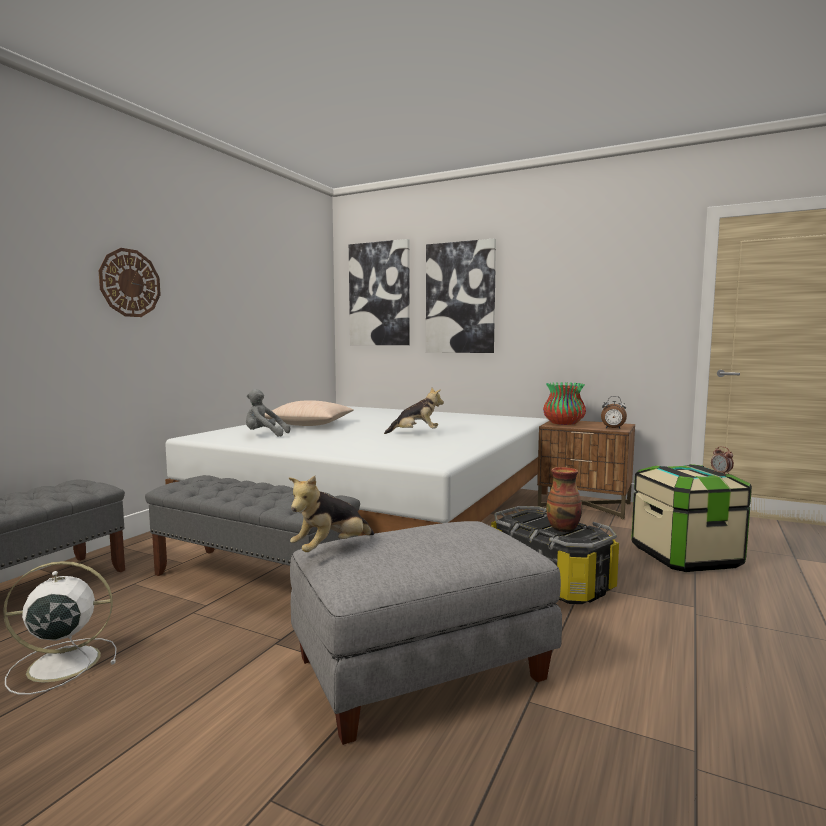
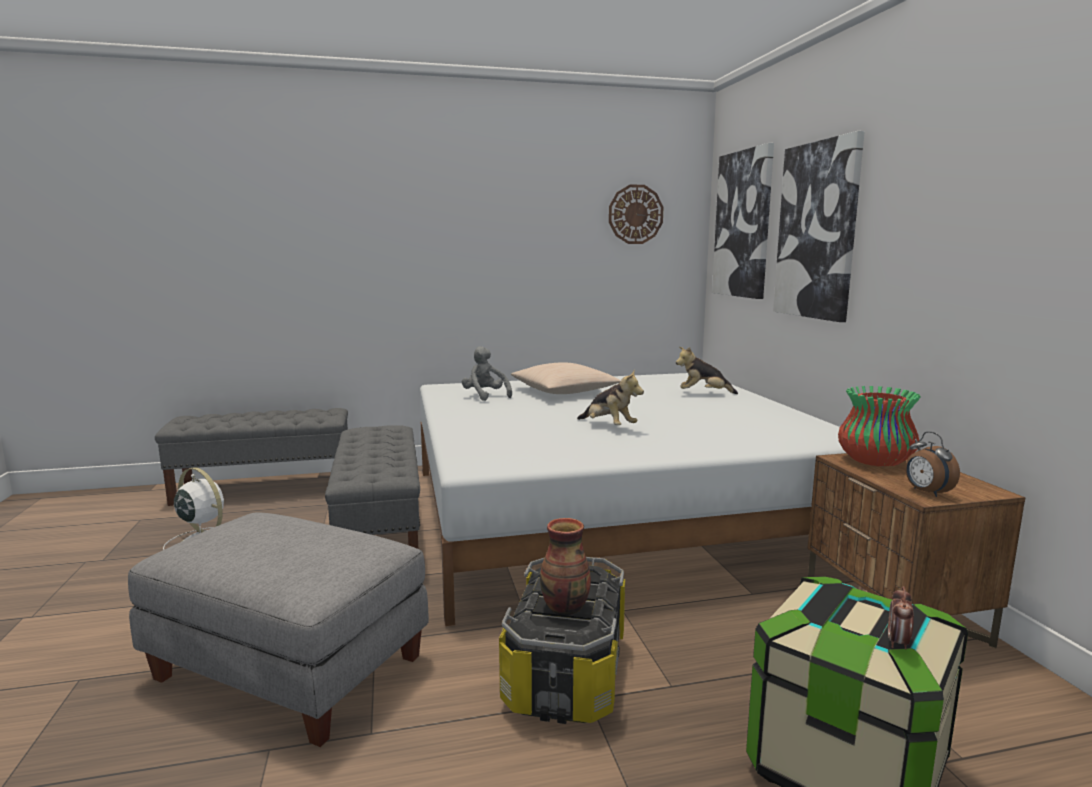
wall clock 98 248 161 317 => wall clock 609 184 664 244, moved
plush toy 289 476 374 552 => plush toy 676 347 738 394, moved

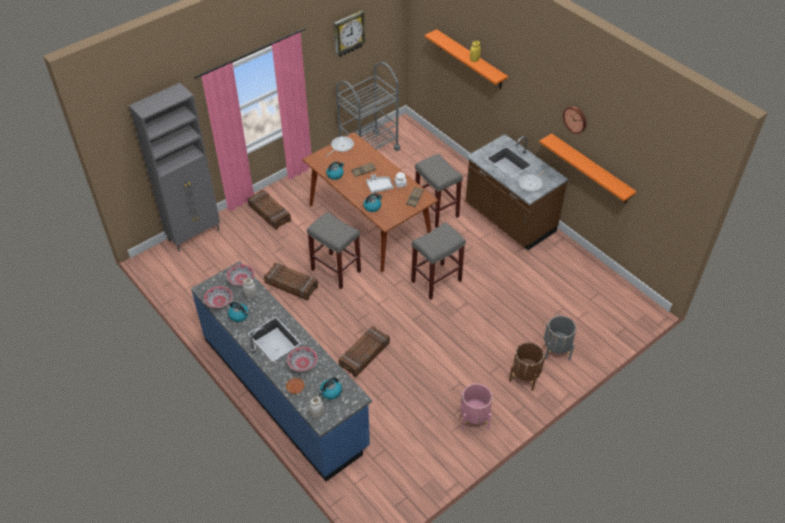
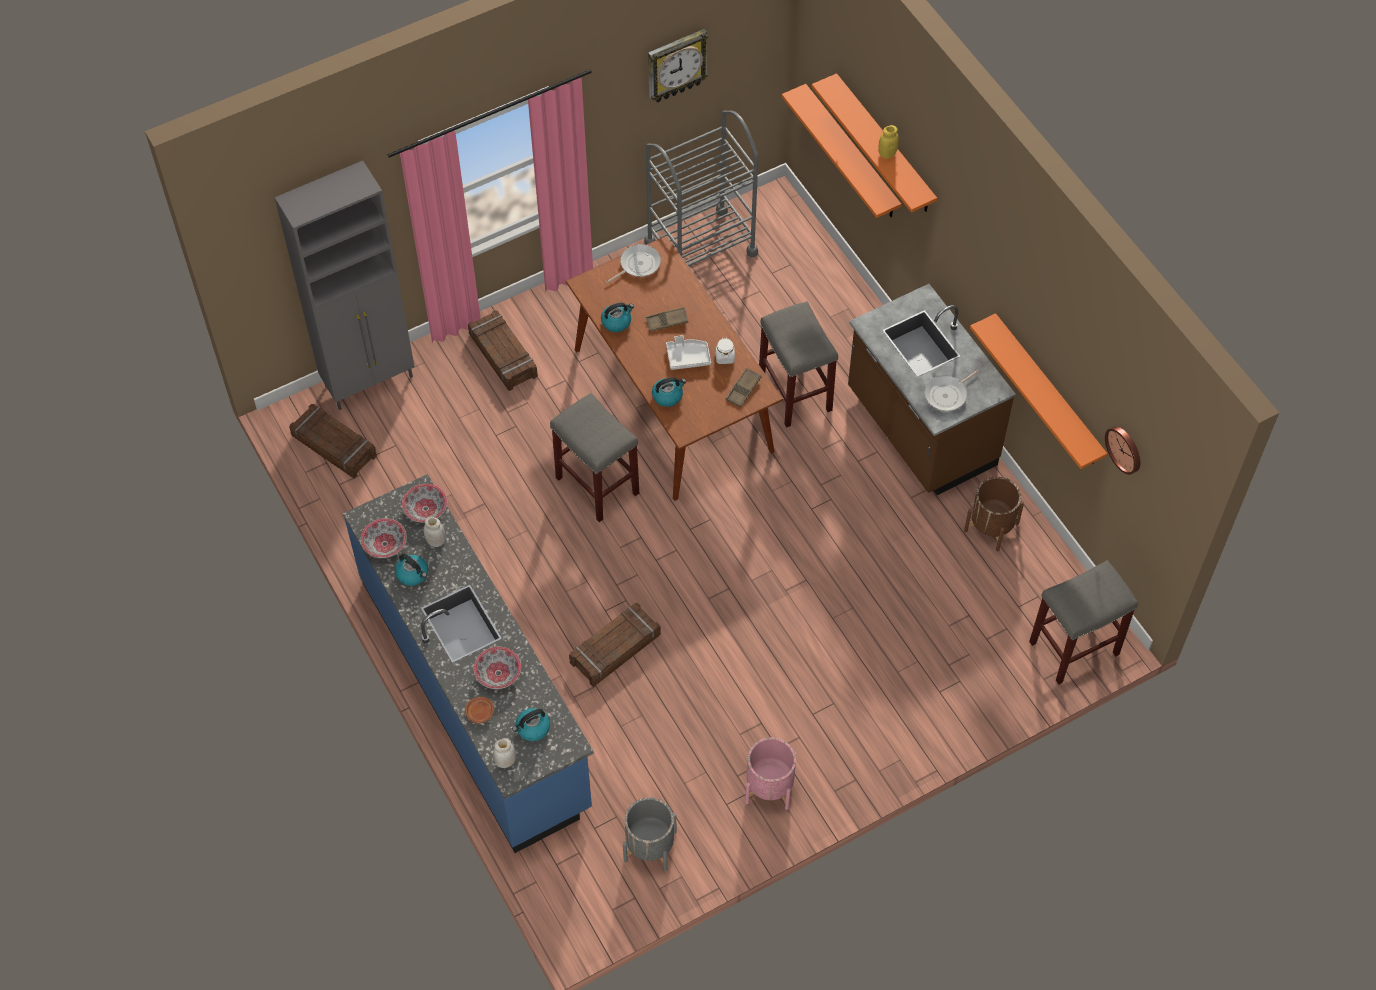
crate 264 263 318 301 => crate 289 404 377 478, moved
grey stool 411 222 466 300 => grey stool 1029 560 1138 684, moved
brown planter 509 342 545 391 => brown planter 964 477 1024 551, moved
grey planter 543 315 576 360 => grey planter 623 797 676 871, moved
wall clock 563 106 586 134 => wall clock 1105 426 1140 475, moved
nothing => orange shelf 782 84 902 218

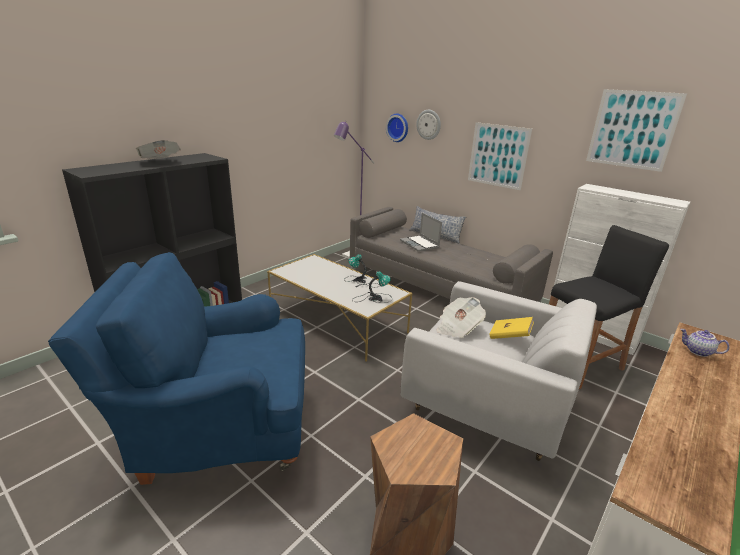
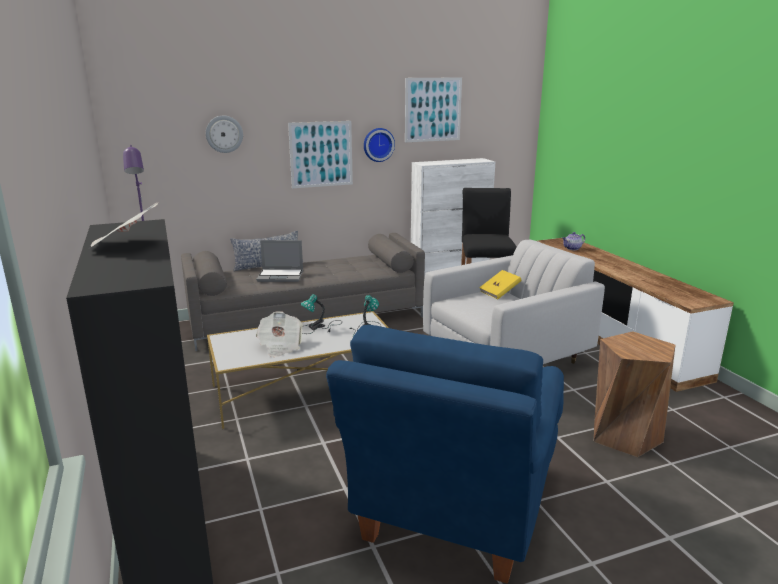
wall clock 386 113 408 142 => wall clock 364 128 395 162, moved
newspaper 437 297 486 338 => newspaper 256 311 303 357, moved

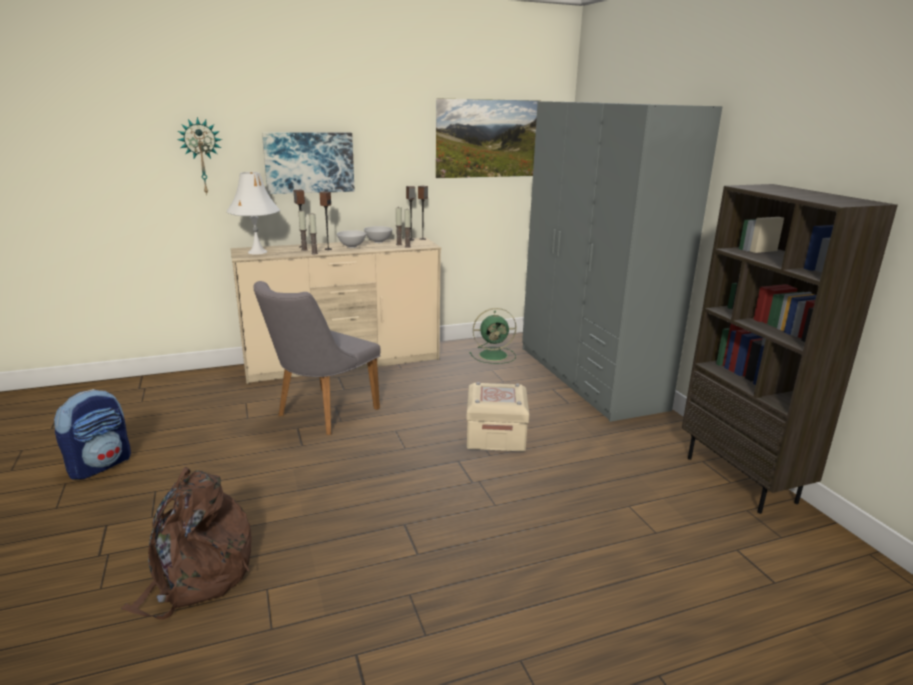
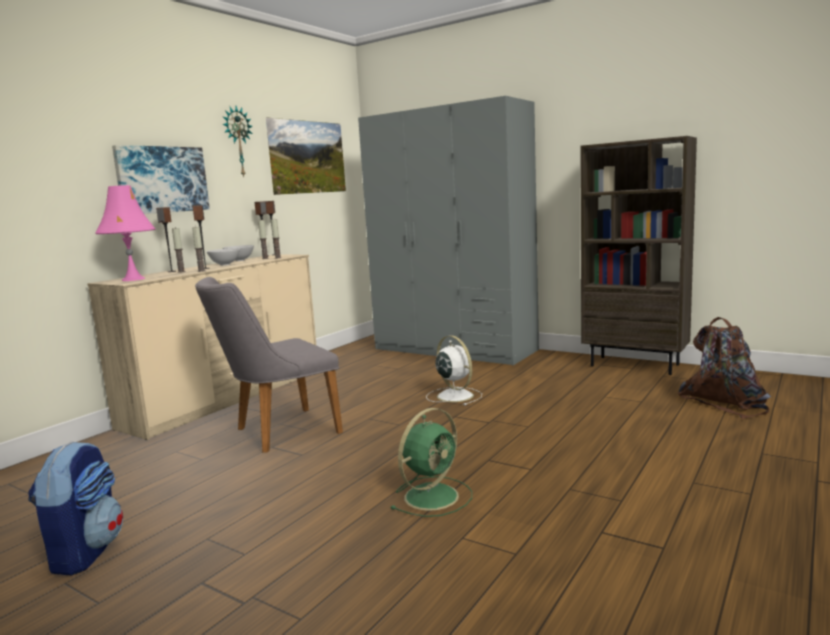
brown backpack 121 467 252 620 => brown backpack 678 317 771 419, moved
wall clock 178 117 222 195 => wall clock 222 106 253 177, moved
white table lamp 226 172 280 255 => pink table lamp 95 185 155 281
grey chair 253 281 381 435 => grey chair 195 277 343 453, 60 degrees clockwise
beige storage box 466 382 529 452 => white fan 426 335 482 405
green fan 469 308 516 364 => green fan 391 408 472 517, moved

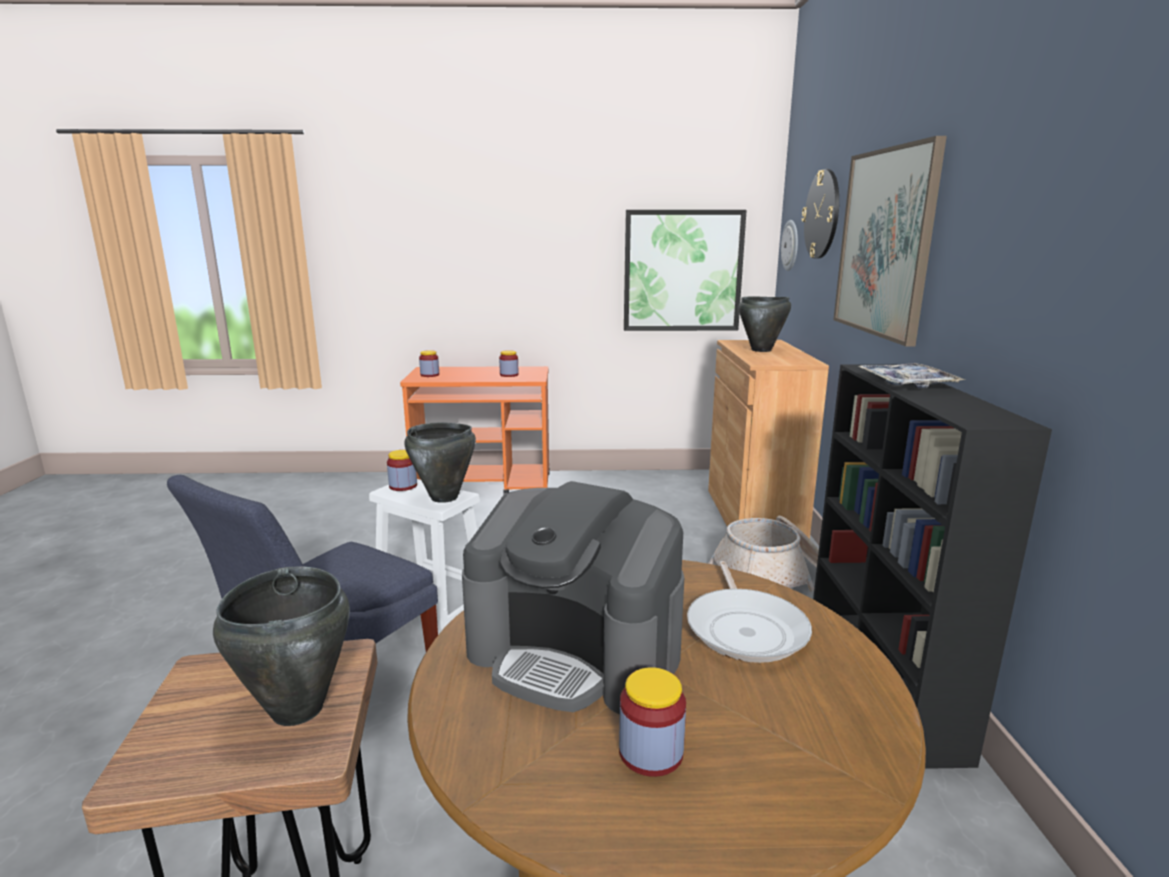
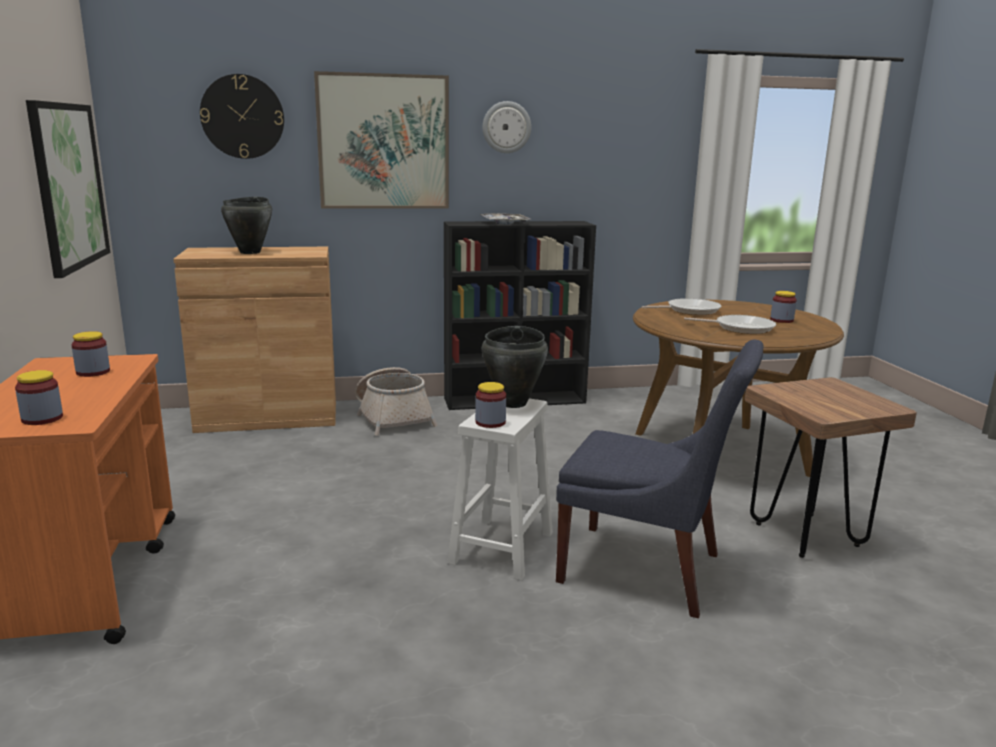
black cooking pot 213 566 350 726 => nothing
coffee machine 462 481 684 714 => frying pan 684 315 776 334
wall clock 781 220 798 271 => wall clock 483 101 531 153, moved

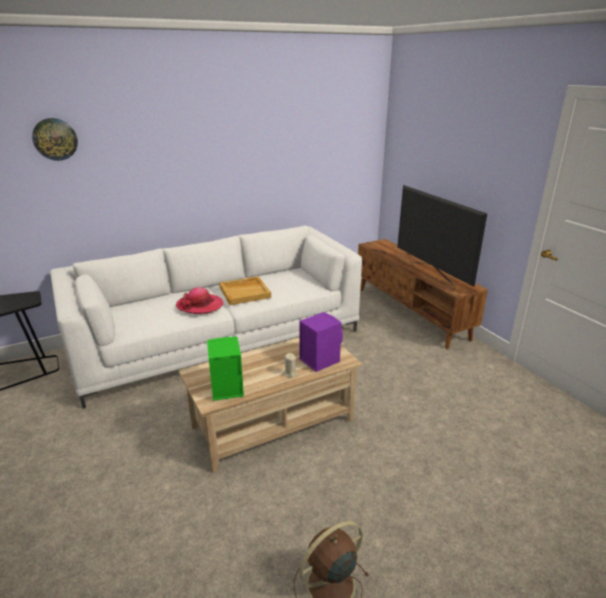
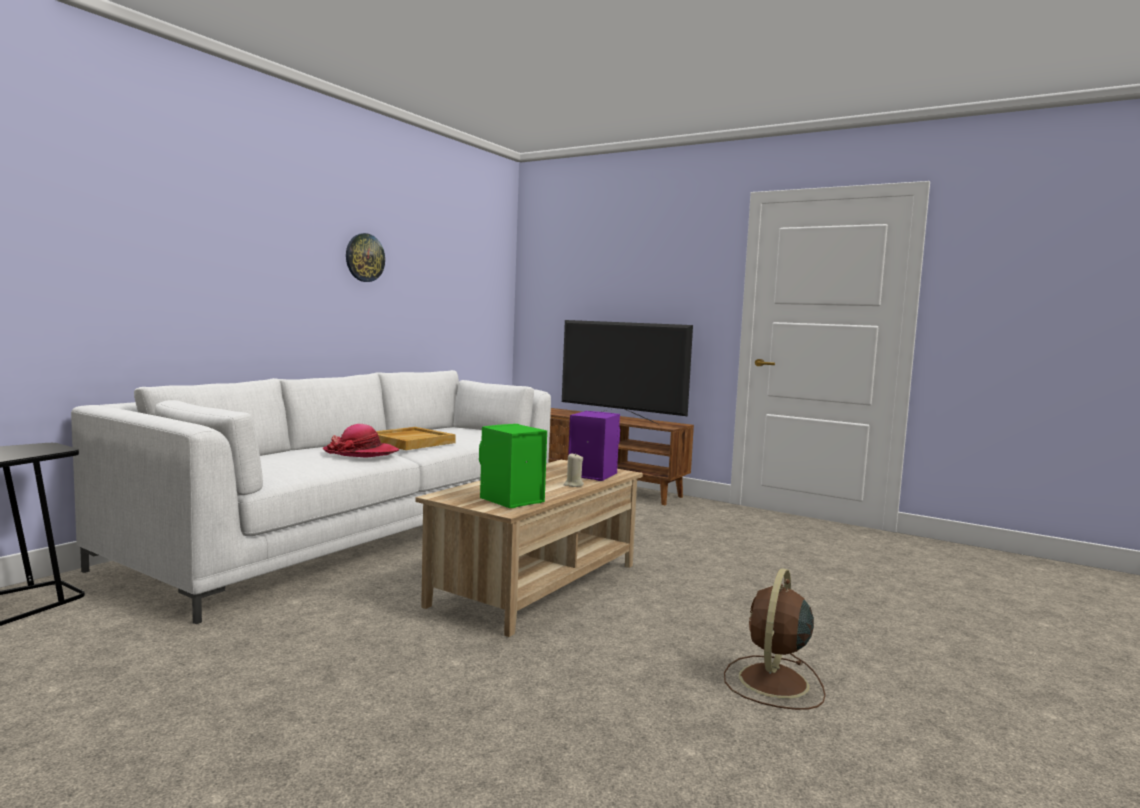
wall clock 32 118 78 161 => wall clock 346 233 385 282, moved

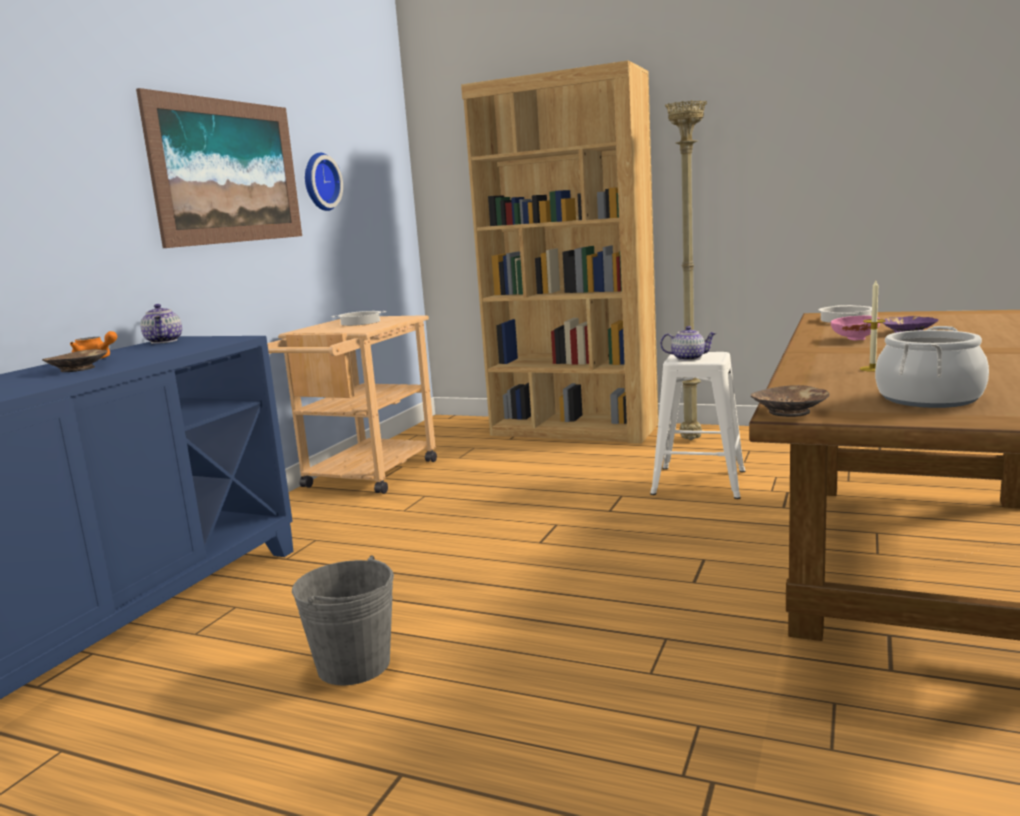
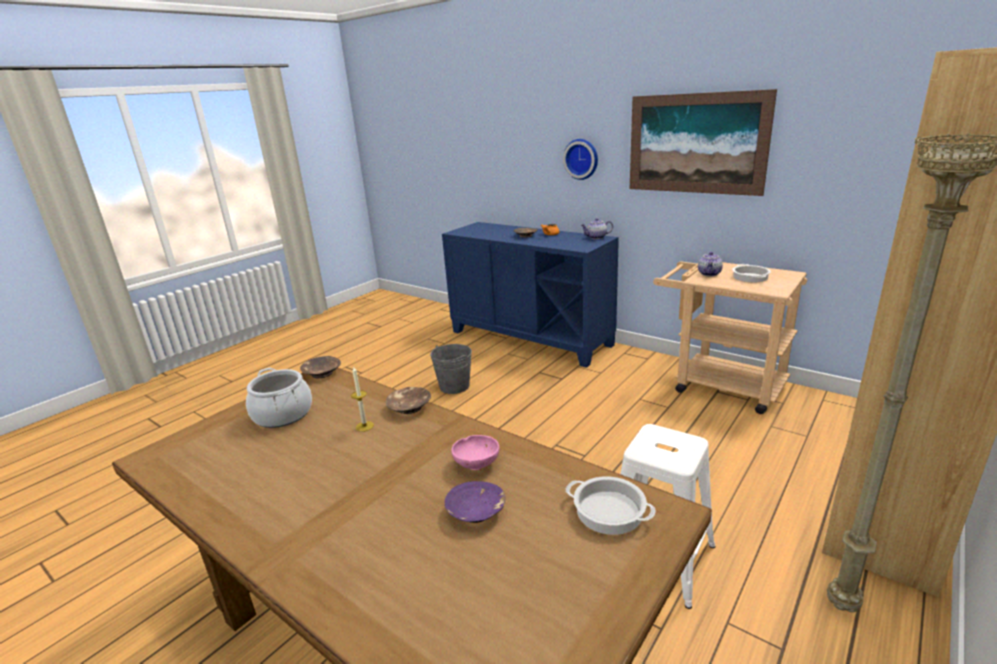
wall clock 305 153 343 211 => wall clock 563 139 598 180, moved
teapot 660 326 717 361 => teapot 698 252 723 276, moved
nothing => brown bowl 386 387 431 414

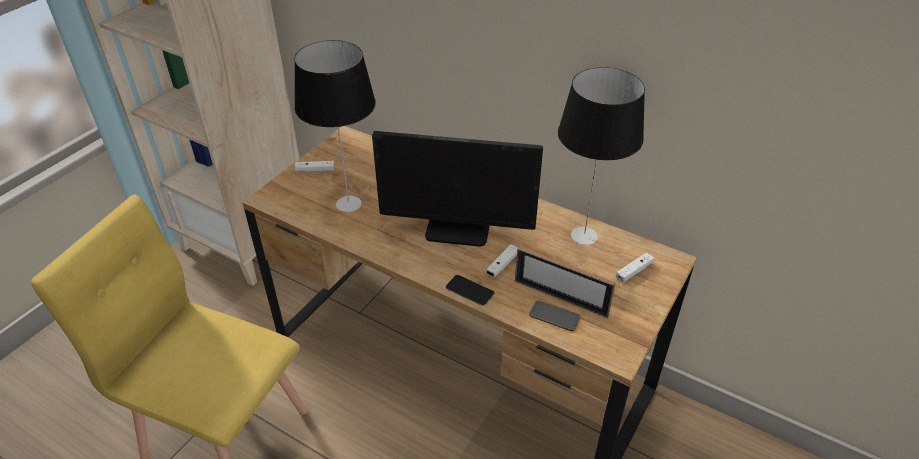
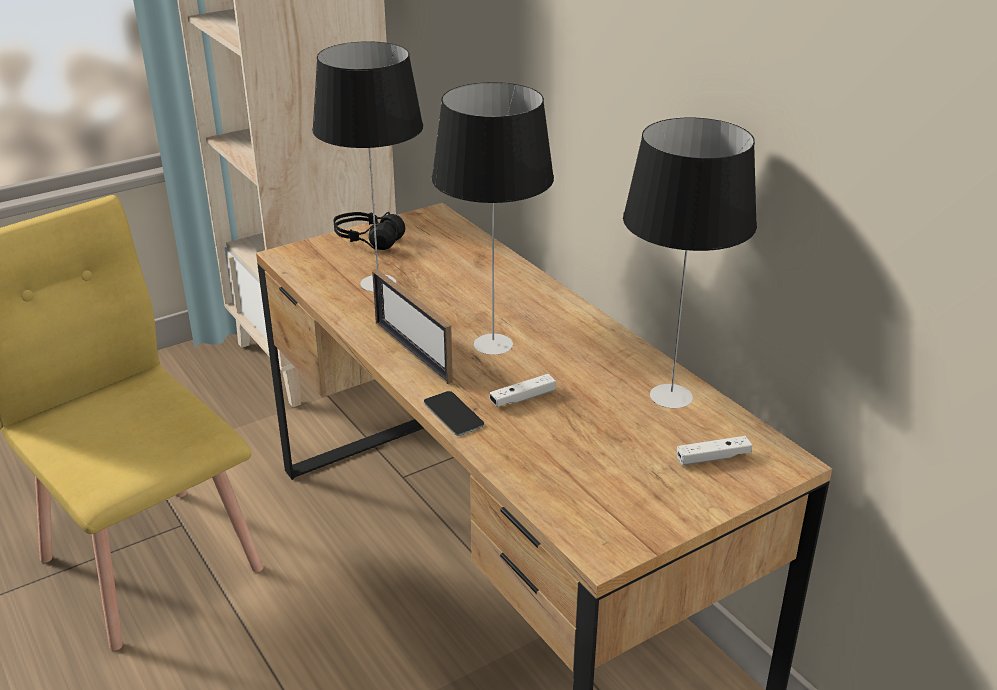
white game controller 294 161 335 172 => black headphones 333 212 405 250
monitor 372 131 543 247 => table lamp 432 82 554 355
picture frame 515 246 616 318 => picture frame 372 269 453 384, moved
phone 529 300 580 331 => nothing

